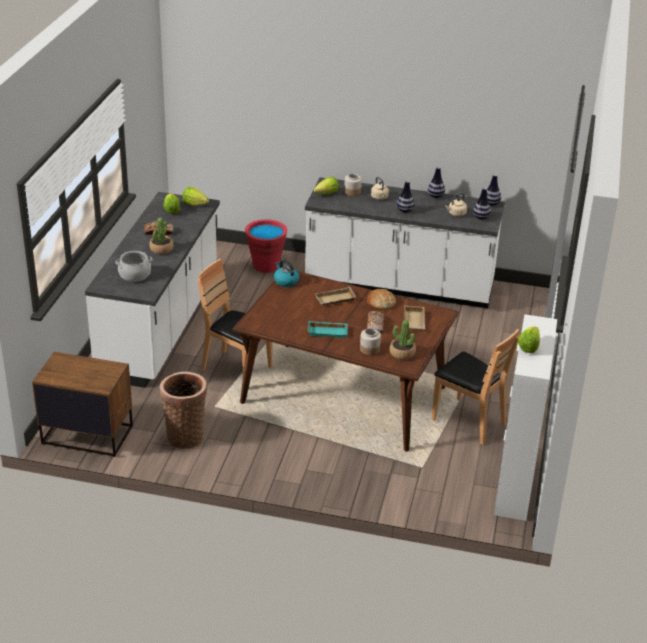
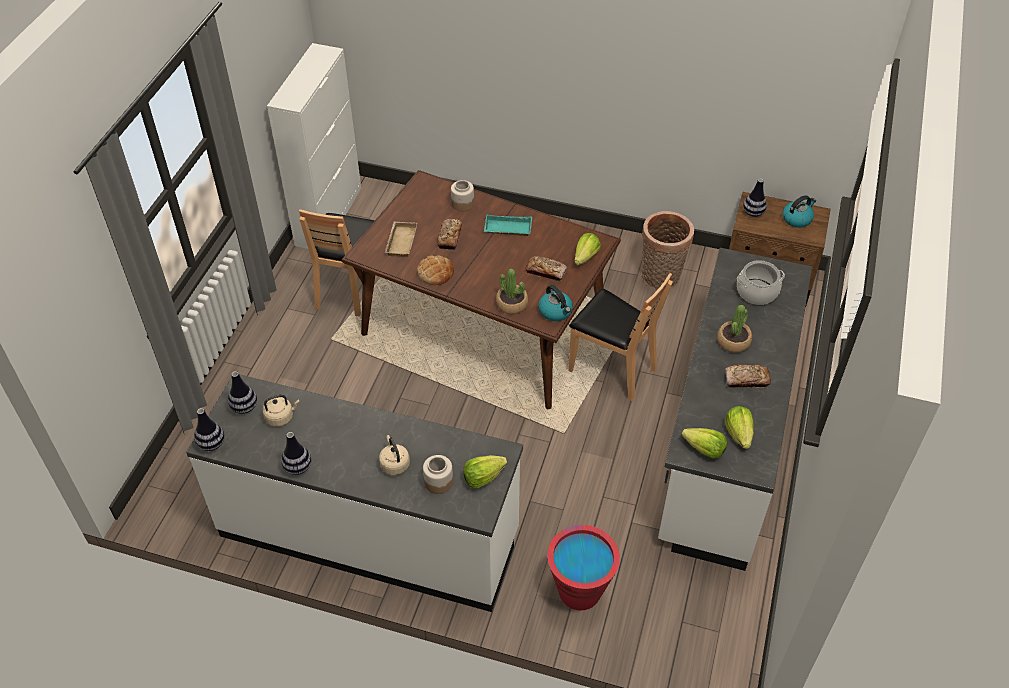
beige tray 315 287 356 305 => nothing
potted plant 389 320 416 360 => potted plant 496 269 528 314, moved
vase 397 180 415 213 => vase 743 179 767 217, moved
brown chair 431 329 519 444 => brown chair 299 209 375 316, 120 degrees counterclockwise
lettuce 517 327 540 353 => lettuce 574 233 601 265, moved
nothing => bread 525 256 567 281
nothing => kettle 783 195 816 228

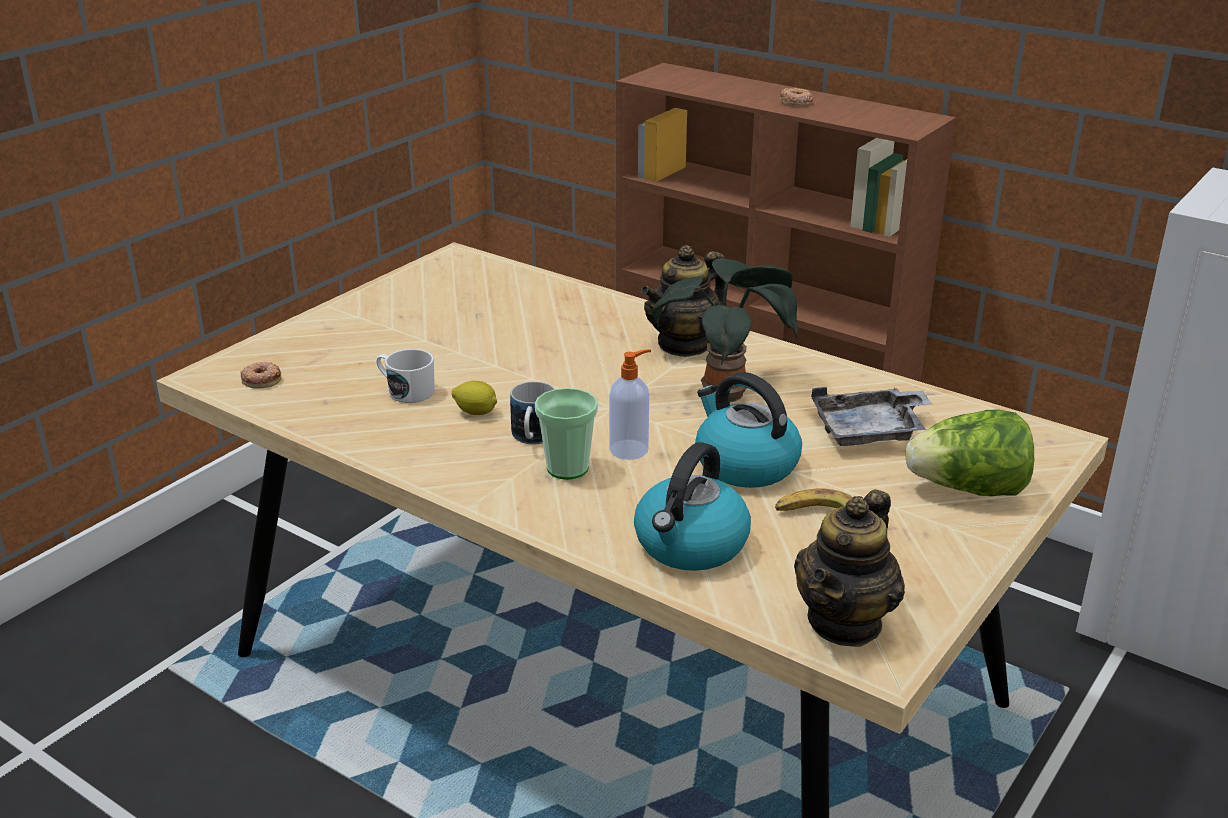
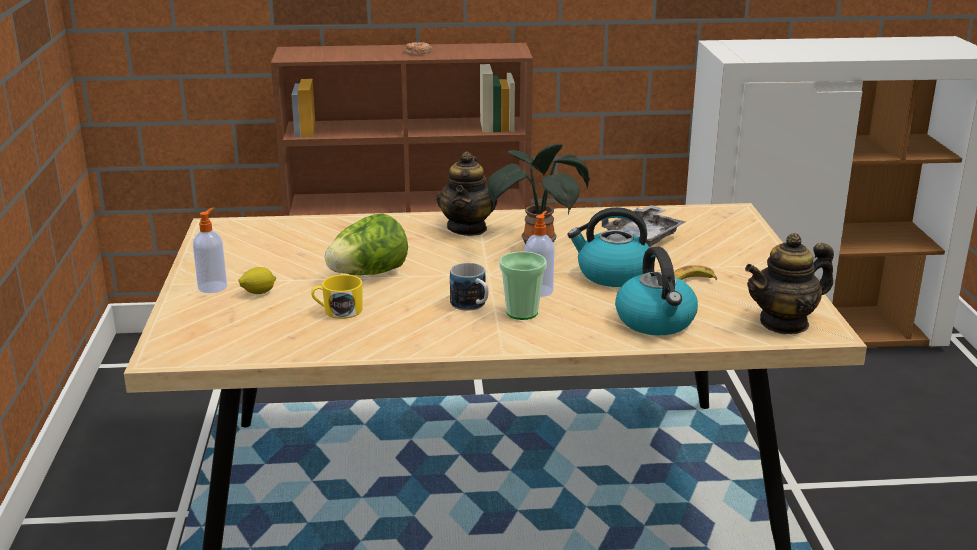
donut 240 362 281 389 => nothing
white mug 376 349 435 403 => yellow mug 311 275 363 319
lemon 452 381 497 415 => lemon 239 267 276 294, moved
teapot 794 489 905 647 => teapot 745 233 834 334, 75 degrees clockwise
lettuce 906 409 1034 496 => lettuce 325 214 408 275, moved
nothing => soap dispenser 193 208 227 293

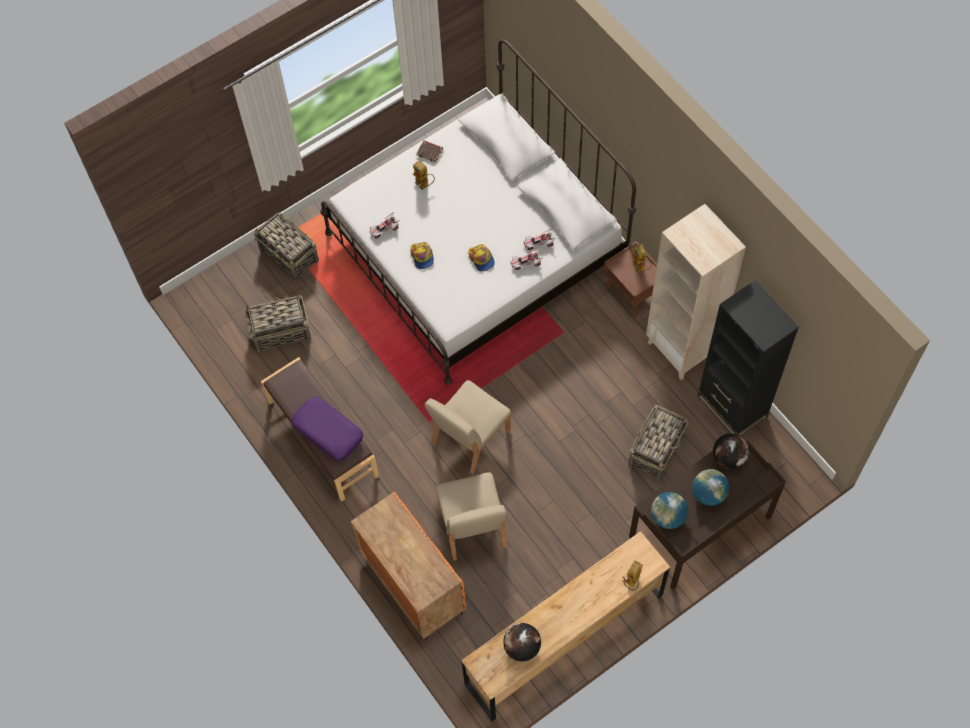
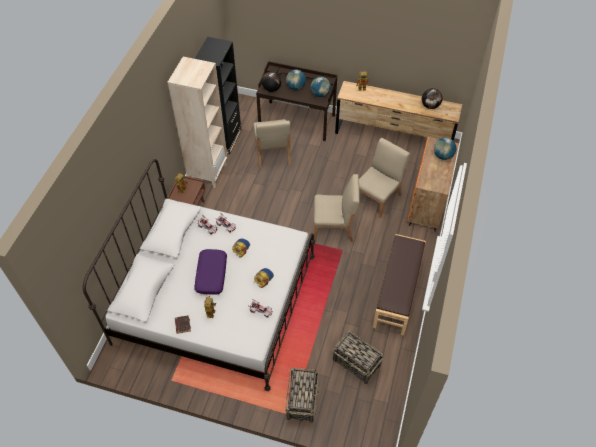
purple pillow 291 397 363 461 => purple pillow 194 249 227 295, moved
basket 628 405 688 481 => beige chair 253 119 291 168
nothing => globe 434 137 457 160

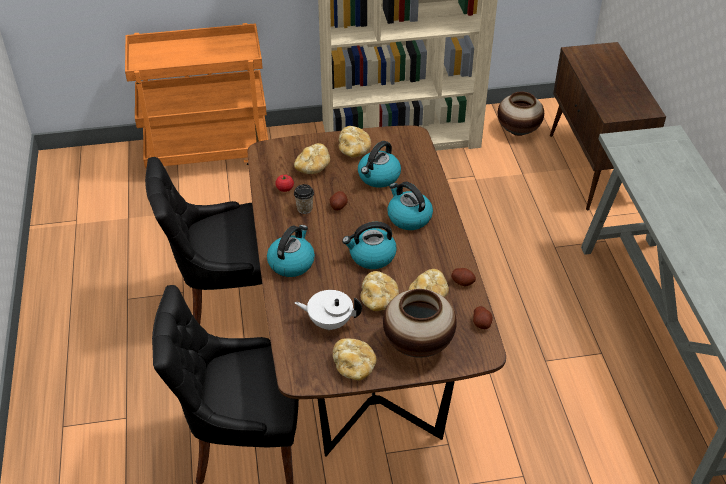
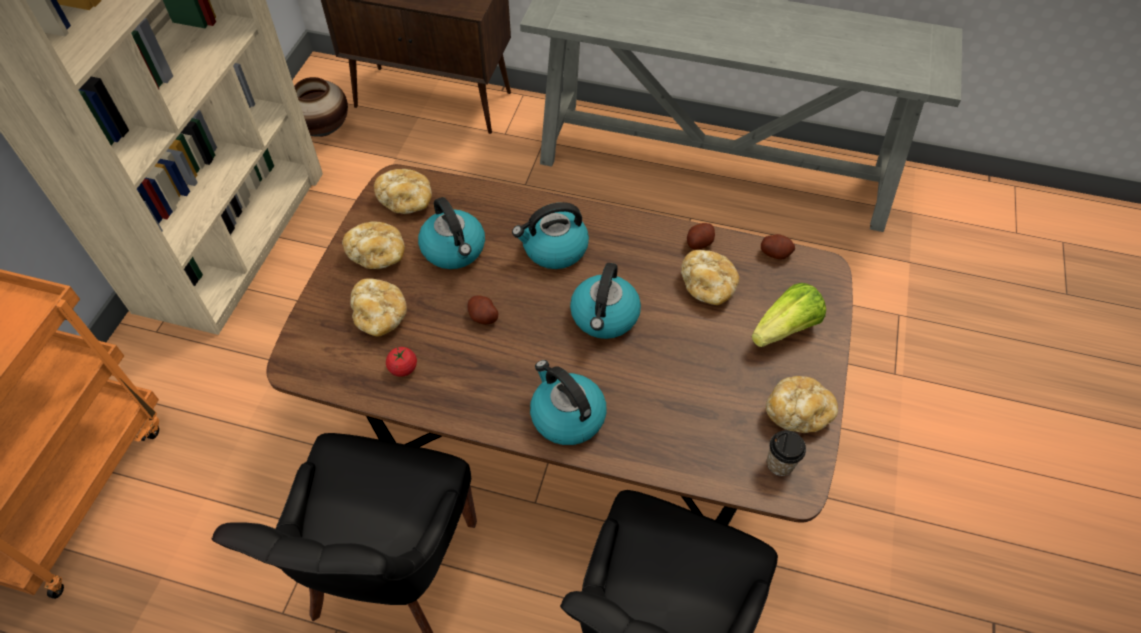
cup 294 184 314 214 => cup 767 430 806 476, moved
white teapot 295 290 362 331 => nothing
bread 361 271 399 311 => bread 374 169 432 214, moved
vase 383 289 457 358 => lettuce 751 283 826 347

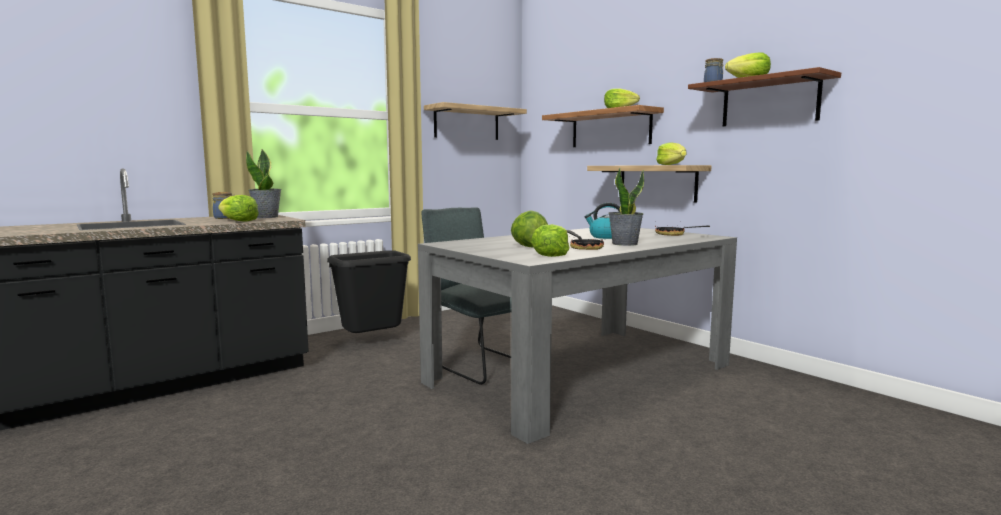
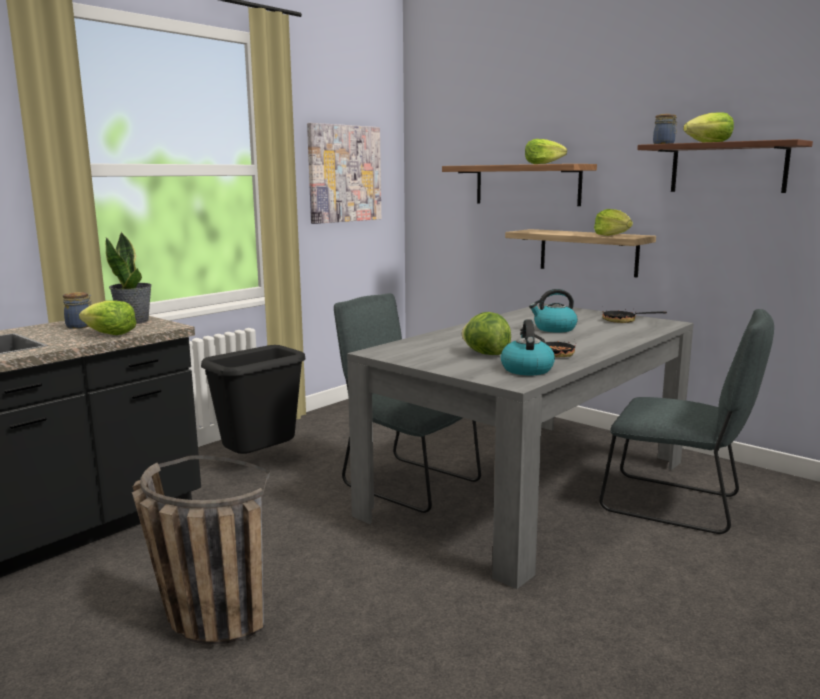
shelf 424 102 527 140 => picture 307 123 381 224
lettuce 531 224 569 257 => kettle 501 320 555 375
potted plant 609 167 644 246 => nothing
nothing => basket 132 455 271 644
nothing => grey chair 599 309 774 534

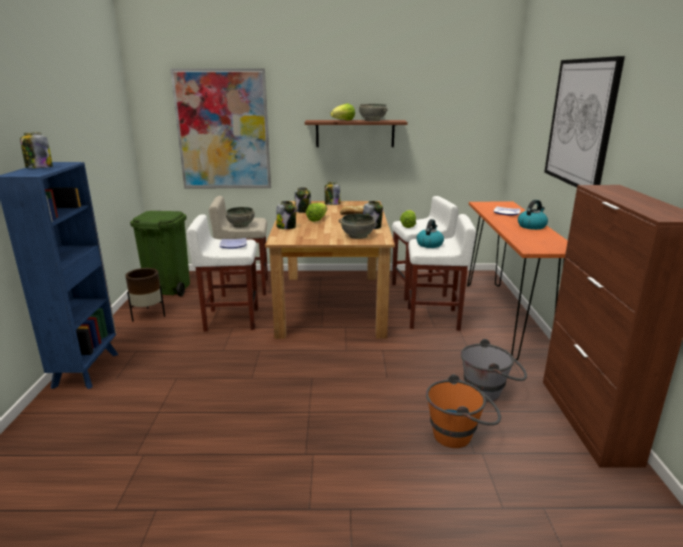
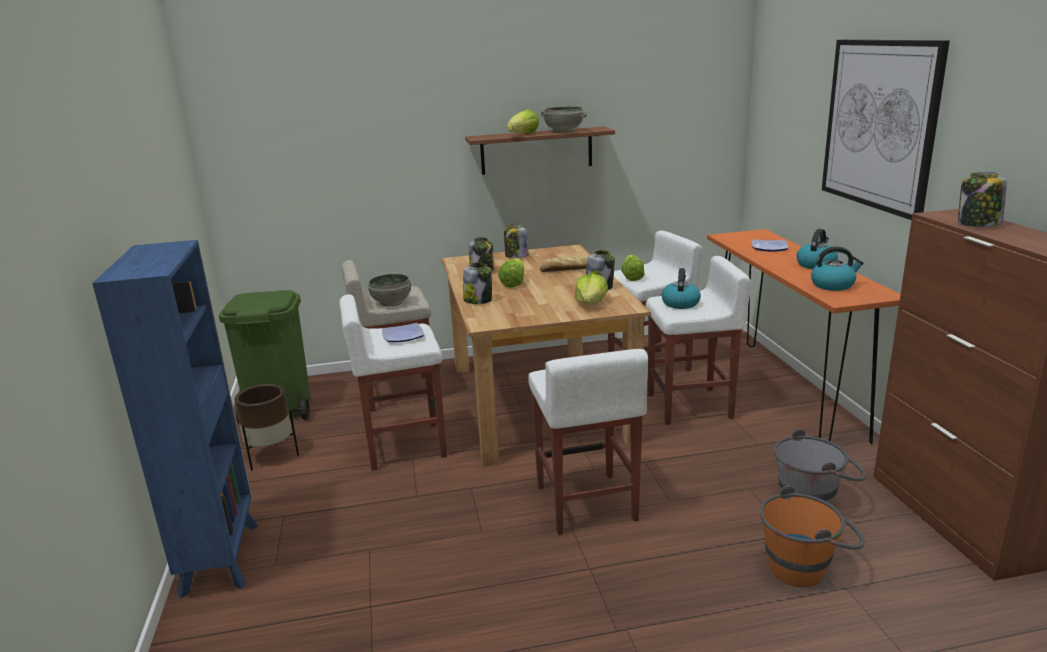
jar 20 132 53 168 => jar 958 172 1007 227, moved
picture 170 69 271 188 => nothing
grey bowl 339 214 378 239 => lettuce 574 273 608 304
nothing => white stool 528 349 648 535
nothing => kettle 811 246 864 291

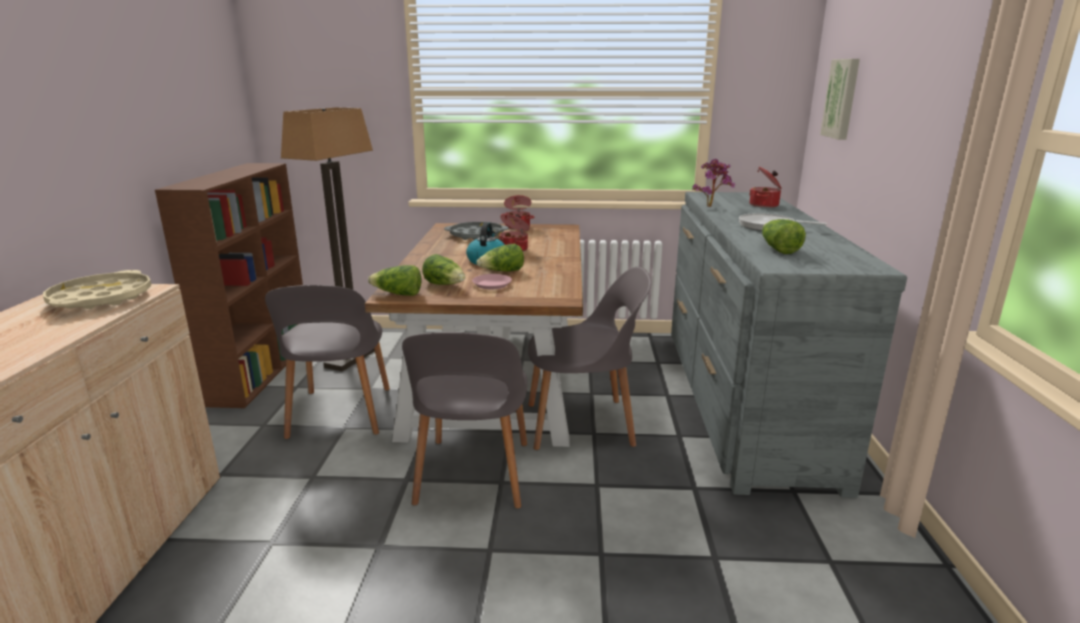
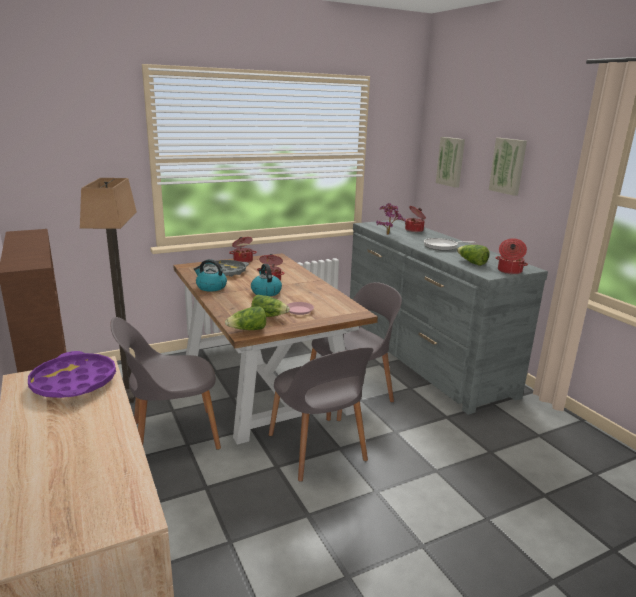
beige tray 43 270 151 309 => purple tray 28 351 116 398
grey chair 265 285 390 439 => grey chair 111 317 221 450, 105 degrees clockwise
lettuce 477 244 524 271 => nothing
nothing => kettle 194 259 227 291
nothing => picture 489 138 527 196
nothing => cooking pot 495 238 528 274

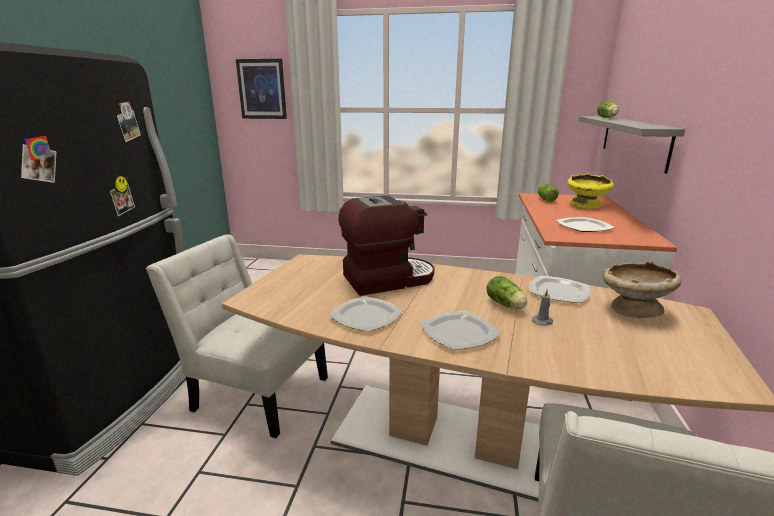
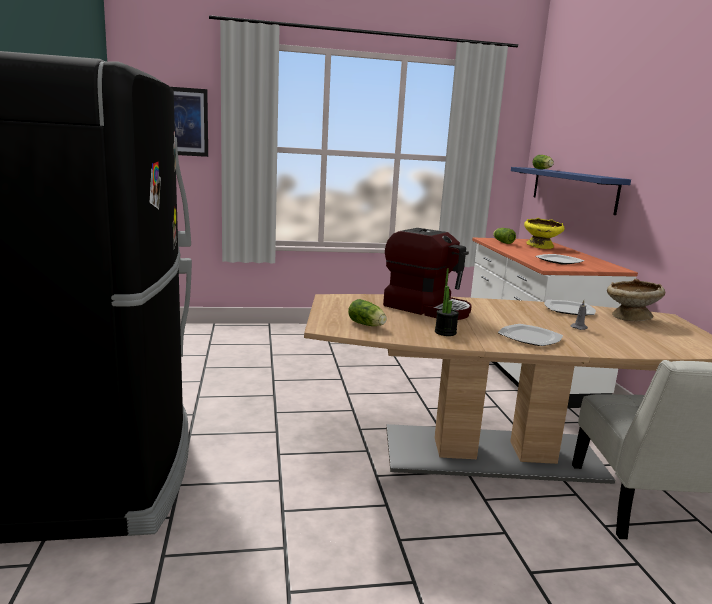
white chair 146 235 328 438 => nothing
plate 329 296 403 332 => potted plant 435 268 459 336
coffee machine 338 195 434 296 => coffee machine 383 228 472 320, 75 degrees clockwise
lettuce 486 276 527 309 => lettuce 348 299 387 326, moved
grey shelf 578 116 685 173 => blue shelf 511 167 631 215

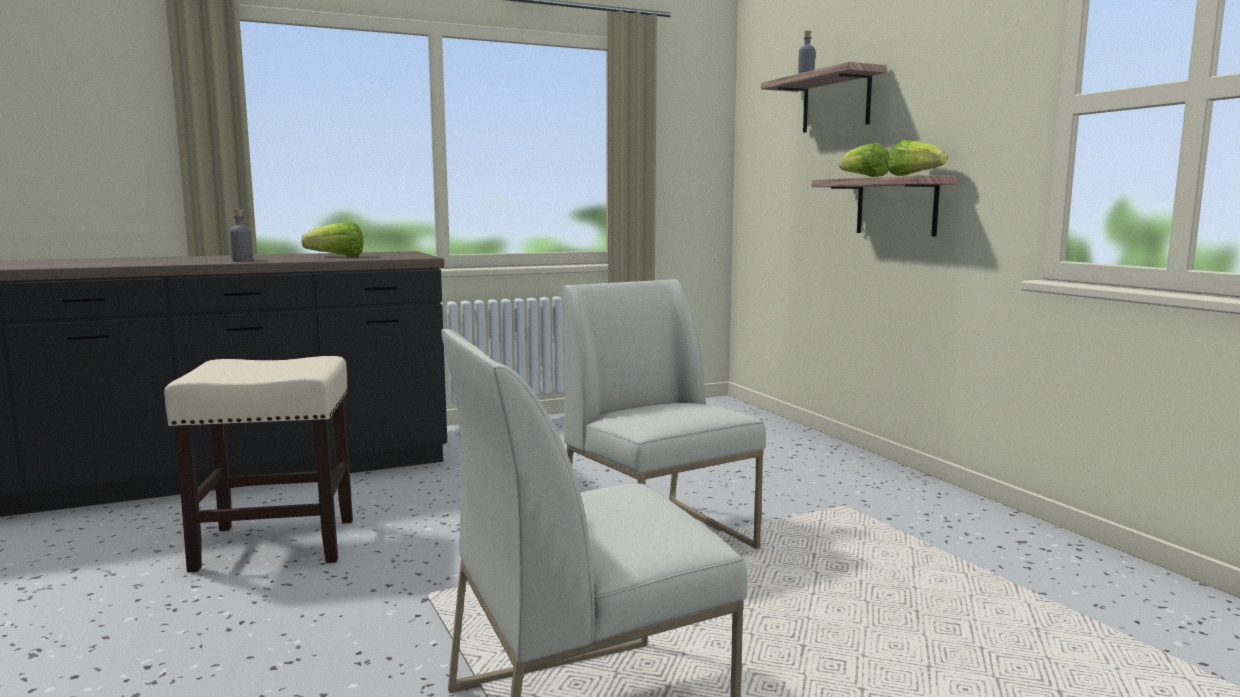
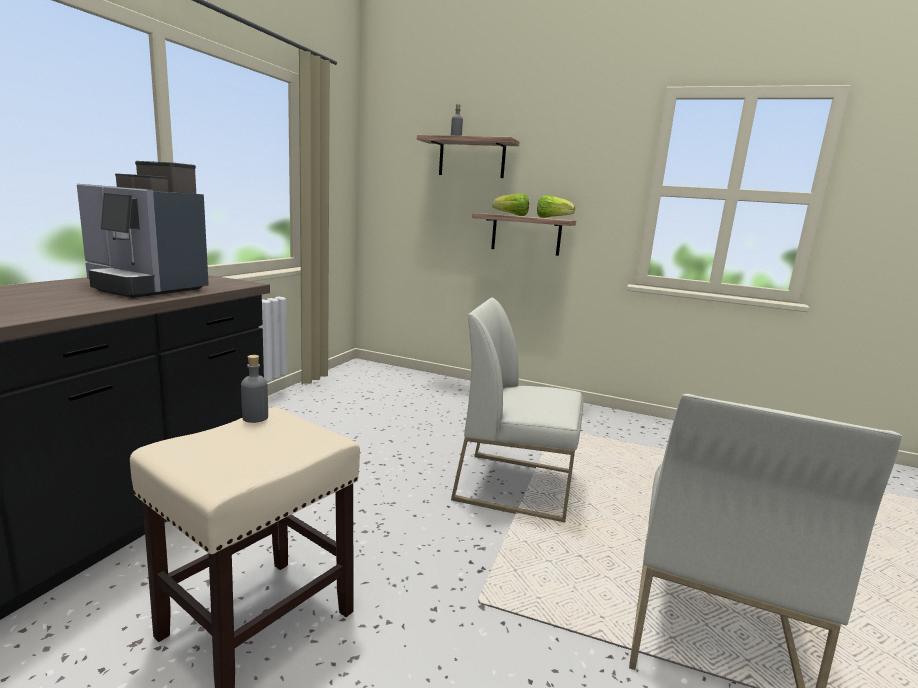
grey bottle 230 209 253 261 => grey bottle 241 355 268 423, moved
lettuce 301 222 363 257 => coffee machine 77 161 209 298

